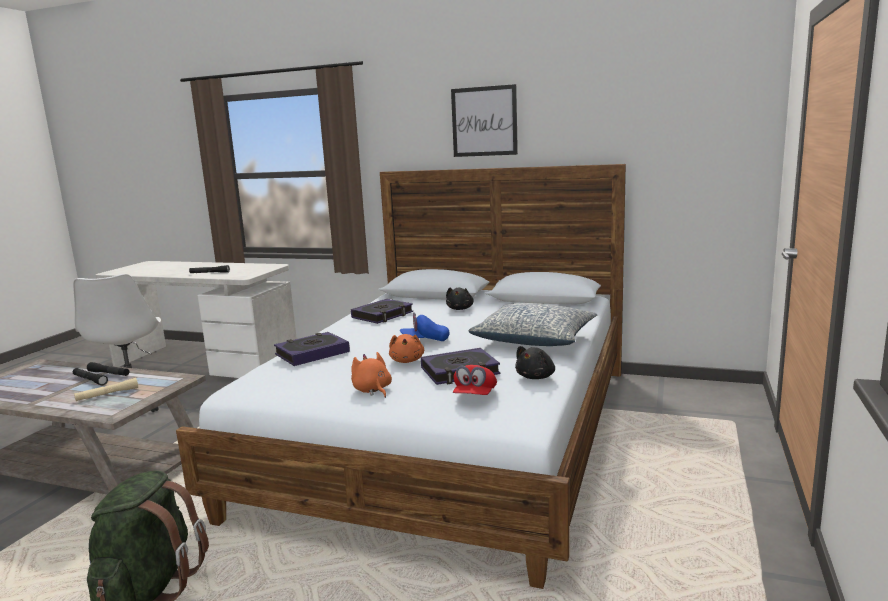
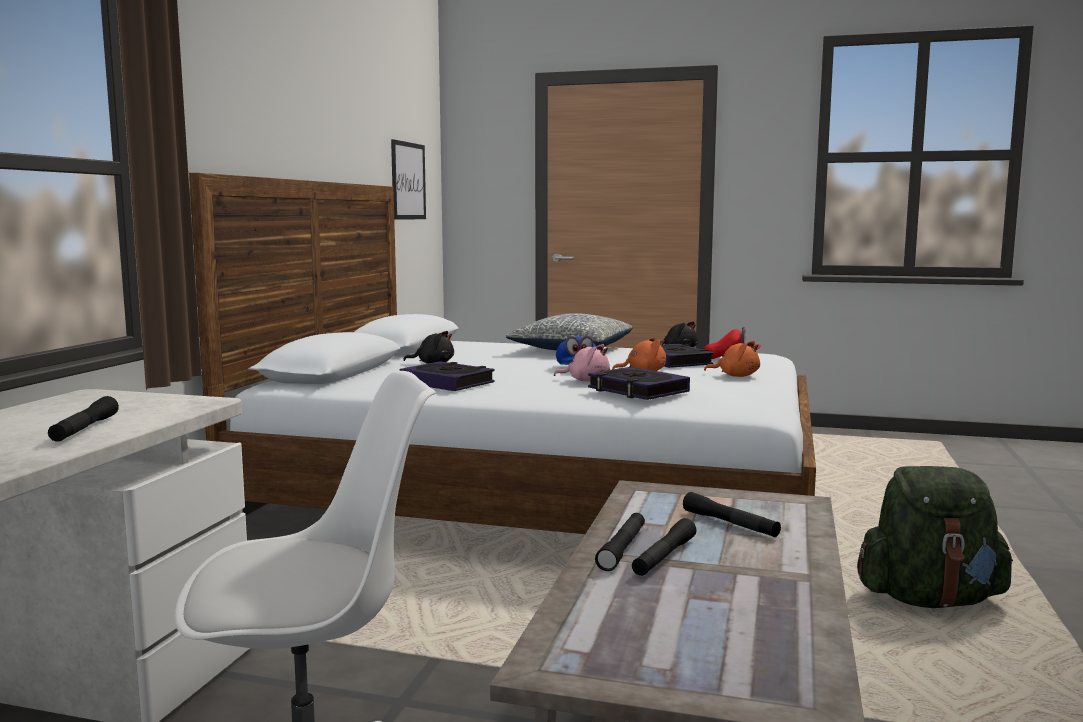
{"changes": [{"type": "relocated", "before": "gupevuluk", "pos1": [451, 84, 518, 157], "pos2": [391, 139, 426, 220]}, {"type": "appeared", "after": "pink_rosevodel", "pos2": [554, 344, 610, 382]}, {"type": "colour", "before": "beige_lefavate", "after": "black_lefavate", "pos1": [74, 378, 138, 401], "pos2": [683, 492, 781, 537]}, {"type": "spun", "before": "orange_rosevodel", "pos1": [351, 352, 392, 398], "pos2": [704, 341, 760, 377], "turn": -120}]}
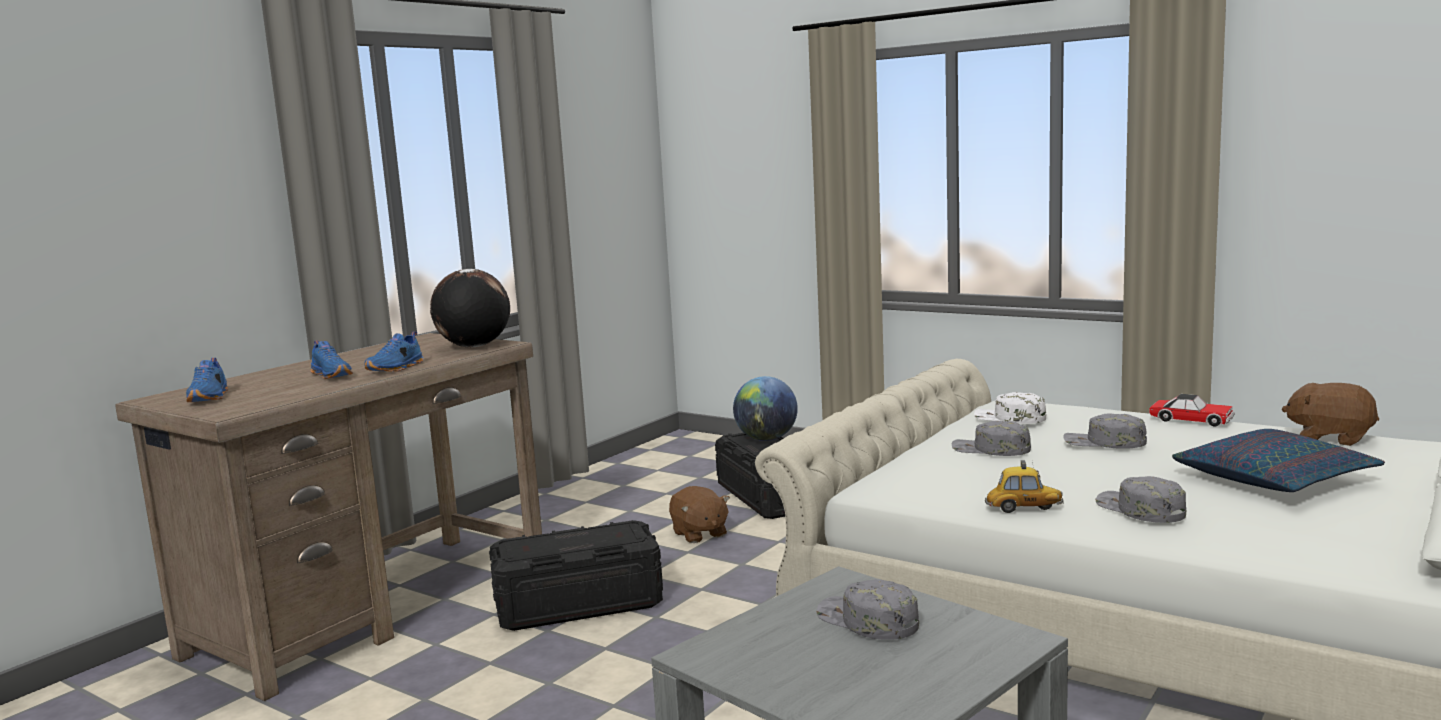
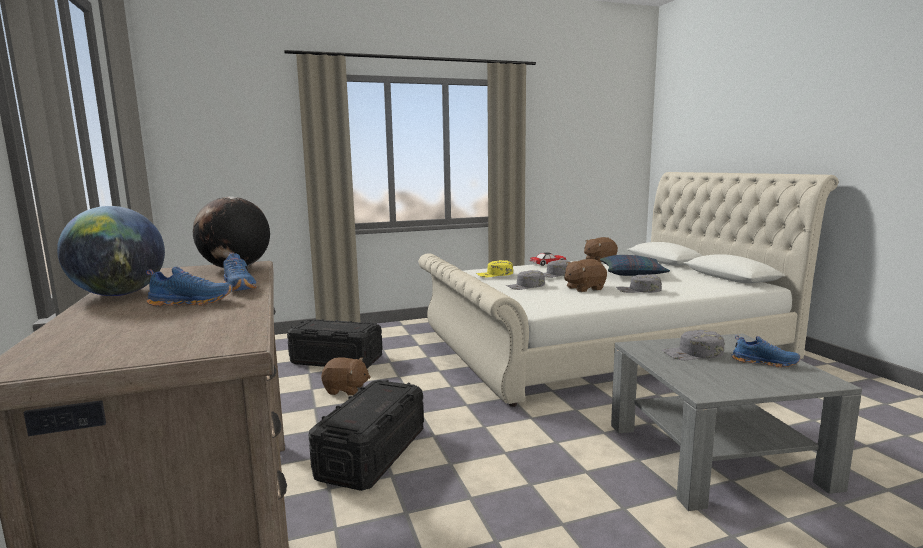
{"changes": [{"type": "relocated", "before": "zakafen", "pos1": [733, 376, 798, 441], "pos2": [57, 206, 165, 296]}, {"type": "colour", "before": "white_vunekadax", "after": "yellow_vunekadax", "pos1": [974, 392, 1046, 424], "pos2": [476, 260, 513, 277]}, {"type": "appeared", "after": "brown_rosevodel", "pos2": [564, 259, 607, 292]}, {"type": "relocated", "before": "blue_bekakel", "pos1": [186, 358, 228, 402], "pos2": [731, 335, 801, 367]}, {"type": "missing", "before": "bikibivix", "pos1": [985, 460, 1063, 513]}]}
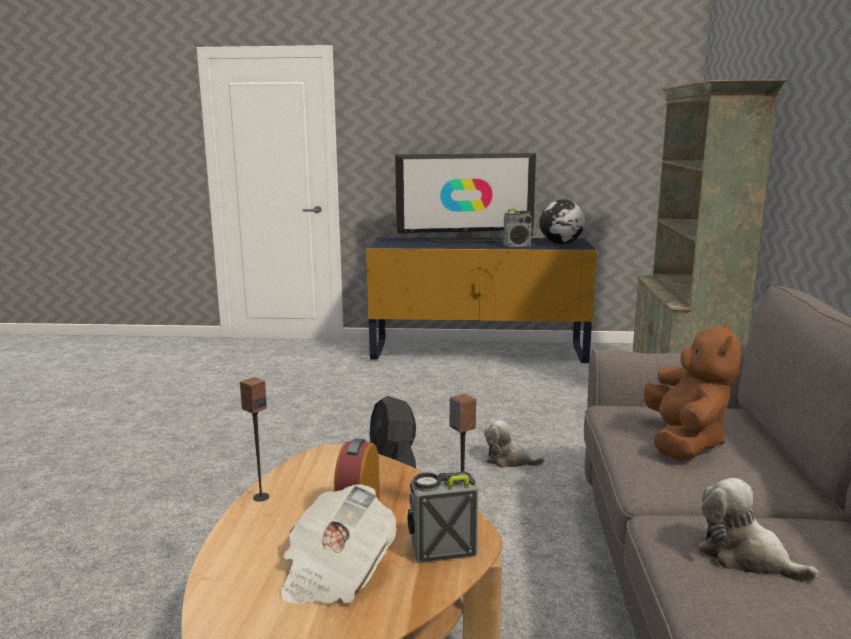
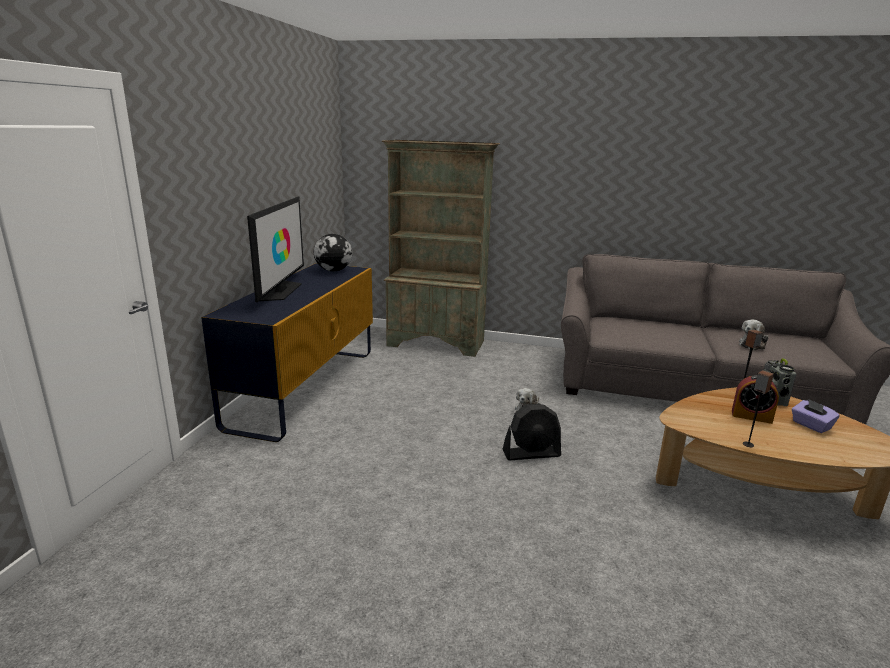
{"changes": [{"type": "exchanged", "before": "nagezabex", "after": "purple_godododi", "pos1": [280, 484, 397, 604], "pos2": [792, 399, 840, 433]}, {"type": "missing", "before": "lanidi", "pos1": [503, 208, 533, 247]}, {"type": "missing", "before": "brown_rosevodel", "pos1": [644, 322, 741, 461]}]}
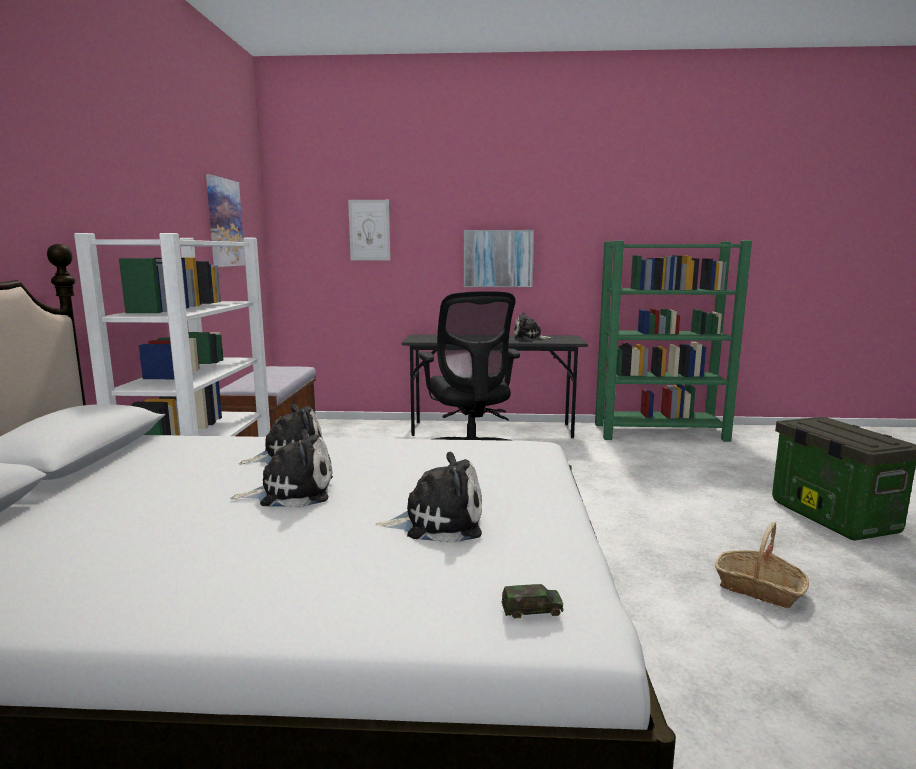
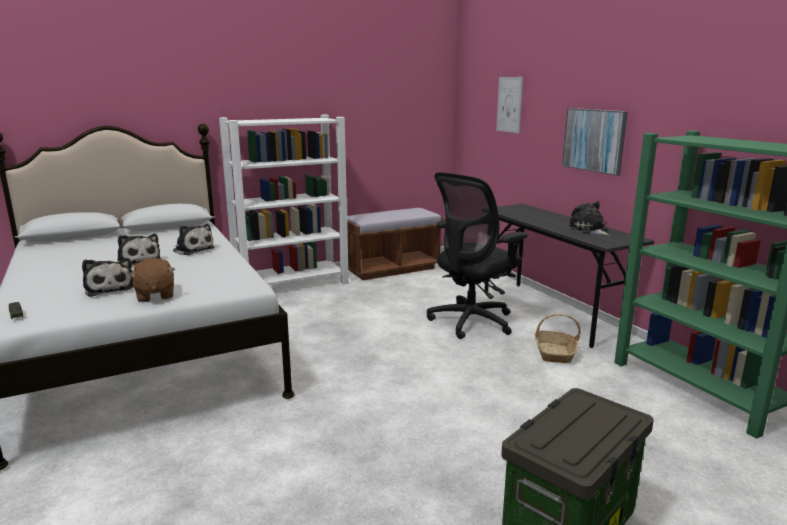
{"changes": [{"type": "appeared", "after": "brown_rosevodel", "pos2": [129, 258, 175, 302]}, {"type": "relocated", "before": "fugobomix", "pos1": [715, 522, 809, 608], "pos2": [535, 314, 581, 363]}, {"type": "missing", "before": "gupevuluk", "pos1": [206, 175, 245, 267]}]}
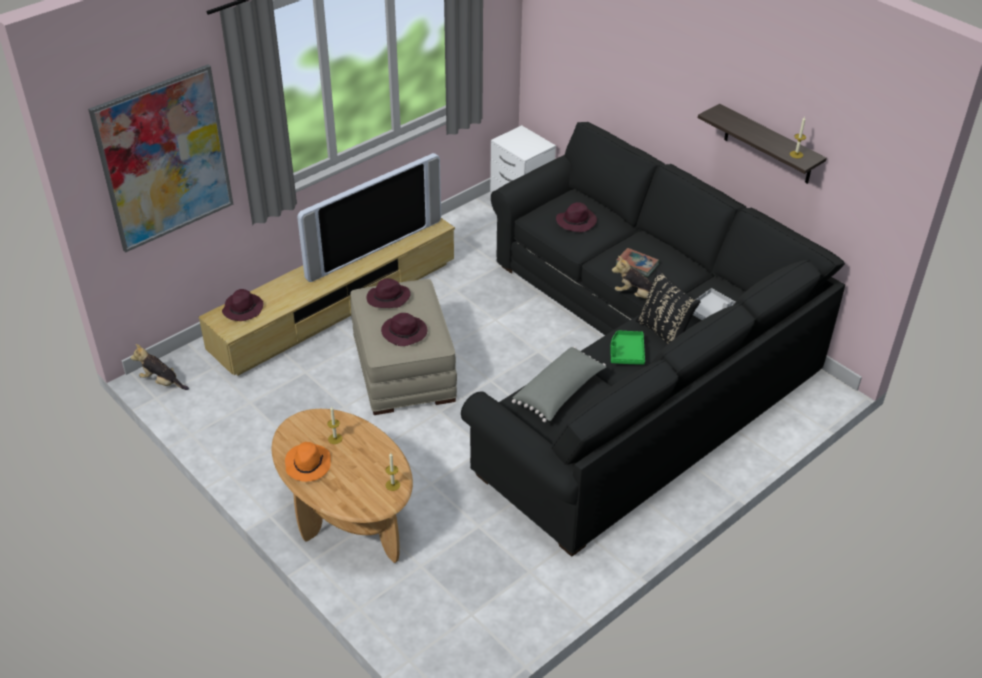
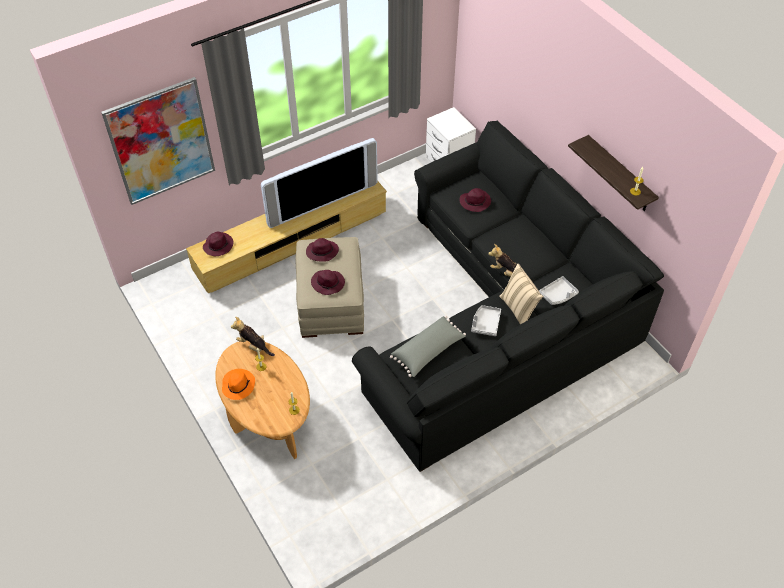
{"changes": [{"type": "relocated", "before": "rosevodel", "pos1": [131, 344, 189, 390], "pos2": [231, 317, 275, 356]}, {"type": "colour", "before": "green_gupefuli", "after": "grey_gupefuli", "pos1": [610, 330, 645, 365], "pos2": [471, 305, 501, 336]}, {"type": "colour", "before": "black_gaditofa", "after": "beige_gaditofa", "pos1": [636, 269, 701, 345], "pos2": [499, 264, 543, 324]}, {"type": "missing", "before": "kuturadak", "pos1": [616, 248, 660, 277]}]}
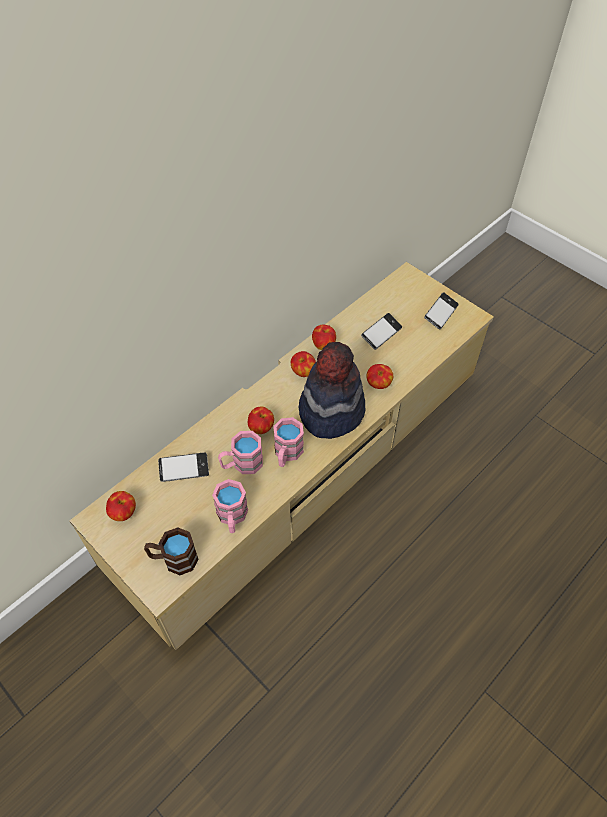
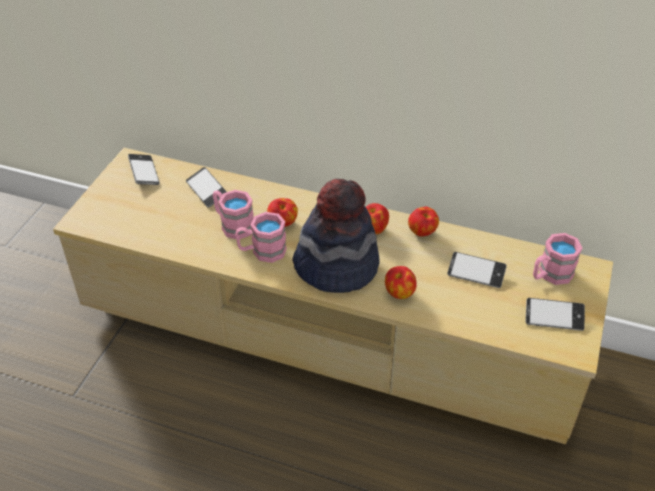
{"changes": [{"type": "exchanged", "before": "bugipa", "after": "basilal", "pos1": [106, 491, 136, 521], "pos2": [128, 154, 160, 185]}, {"type": "relocated", "before": "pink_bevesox", "pos1": [212, 479, 248, 533], "pos2": [533, 233, 582, 285]}, {"type": "missing", "before": "brown_bevesox", "pos1": [144, 527, 199, 575]}]}
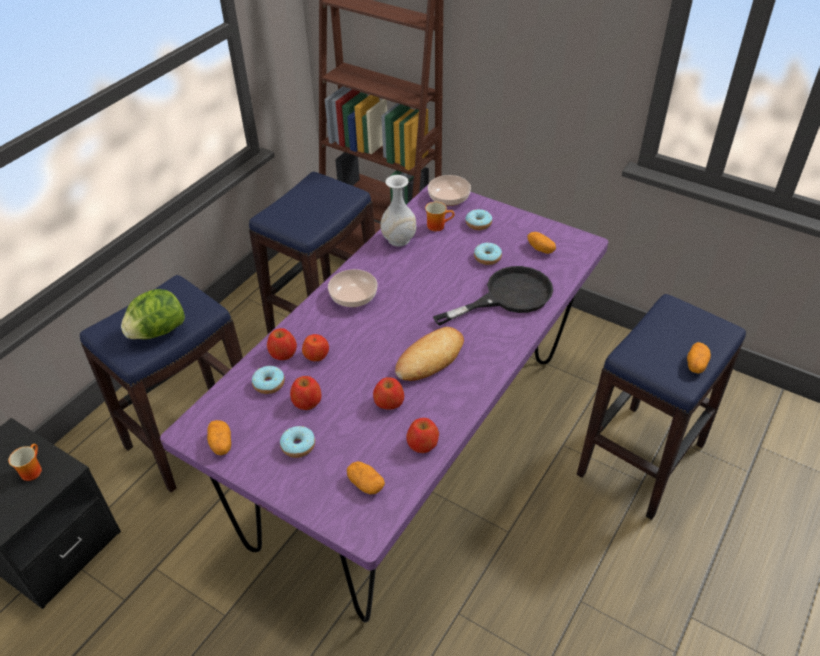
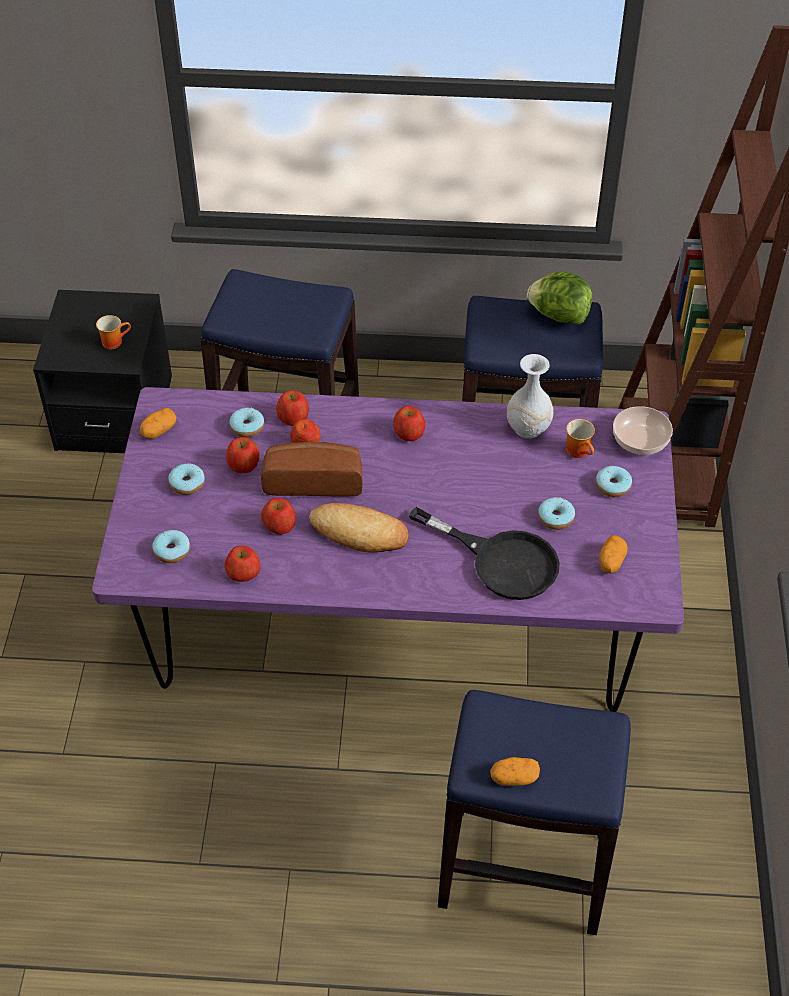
{"changes": [{"type": "exchanged", "before": "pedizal", "after": "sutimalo", "pos1": [347, 461, 385, 494], "pos2": [152, 530, 190, 563]}, {"type": "appeared", "after": "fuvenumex", "pos2": [261, 442, 363, 497]}, {"type": "exchanged", "before": "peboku", "after": "bugipa", "pos1": [328, 269, 377, 307], "pos2": [393, 406, 425, 441]}, {"type": "relocated", "before": "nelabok", "pos1": [121, 289, 185, 339], "pos2": [527, 272, 592, 325]}]}
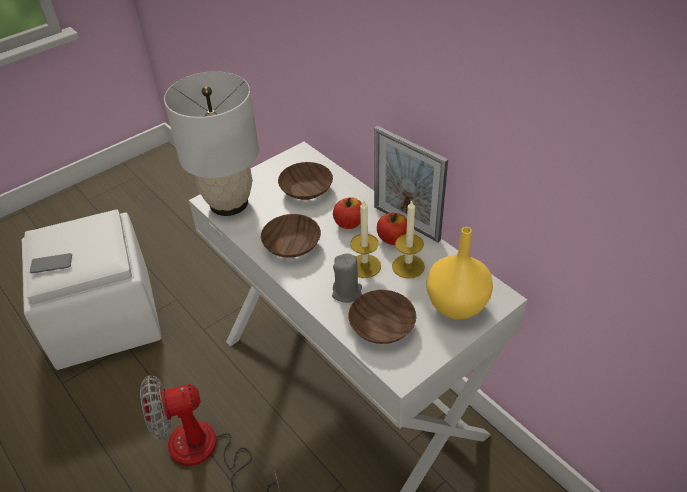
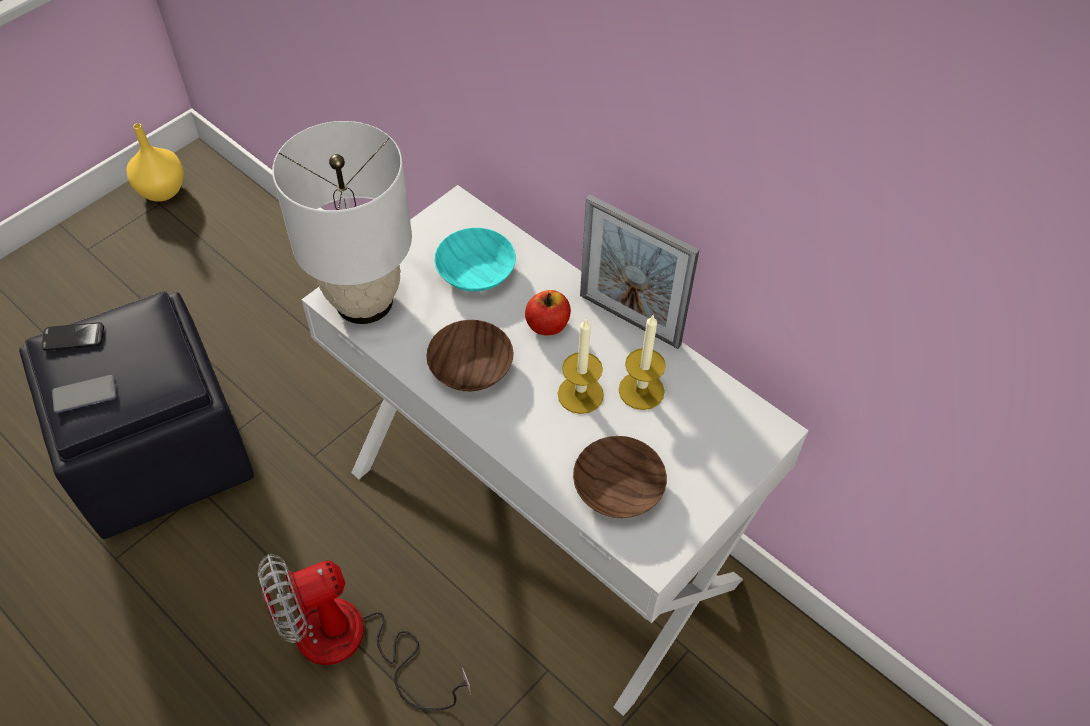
{"changes": [{"type": "colour", "before": "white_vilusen", "after": "black_vilusen", "pos1": [22, 209, 162, 370], "pos2": [19, 291, 254, 539]}, {"type": "appeared", "after": "basilal", "pos2": [41, 322, 104, 351]}, {"type": "relocated", "before": "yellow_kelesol", "pos1": [426, 227, 493, 320], "pos2": [126, 123, 184, 201]}, {"type": "colour", "before": "brown_peboku", "after": "turquoise_peboku", "pos1": [278, 162, 333, 200], "pos2": [434, 228, 516, 291]}, {"type": "missing", "before": "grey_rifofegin", "pos1": [332, 253, 362, 303]}, {"type": "missing", "before": "bugipa", "pos1": [377, 213, 407, 245]}]}
